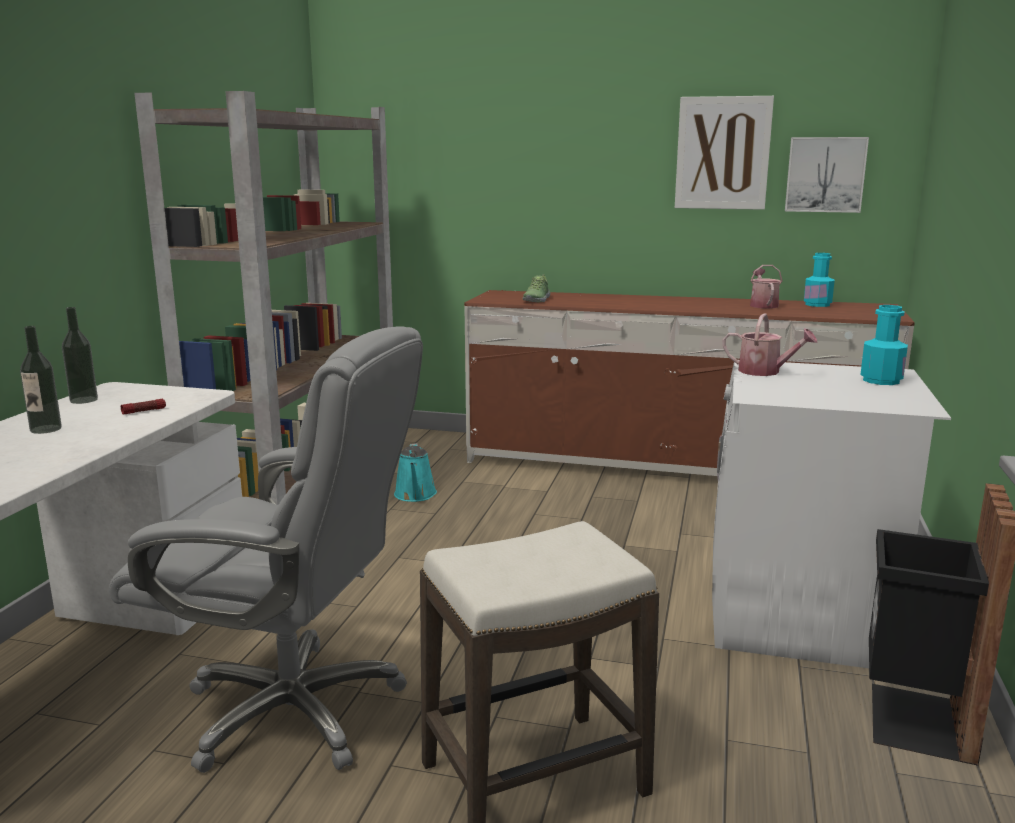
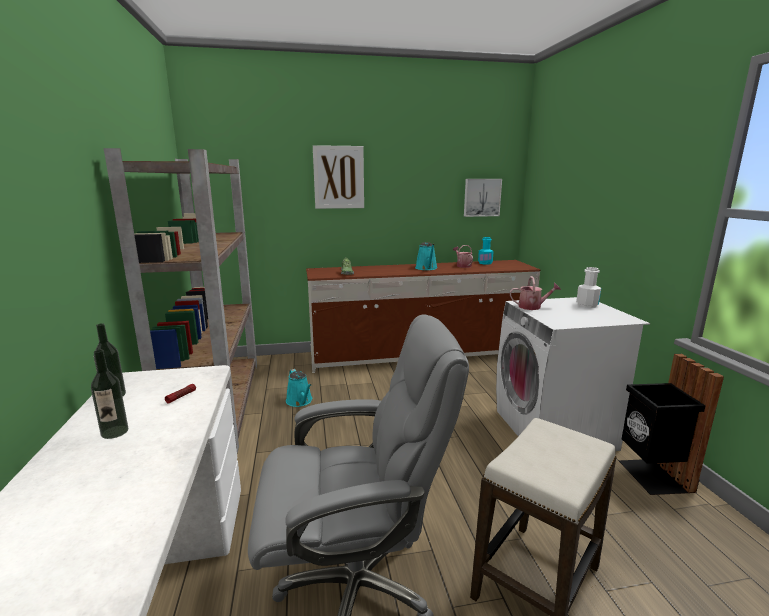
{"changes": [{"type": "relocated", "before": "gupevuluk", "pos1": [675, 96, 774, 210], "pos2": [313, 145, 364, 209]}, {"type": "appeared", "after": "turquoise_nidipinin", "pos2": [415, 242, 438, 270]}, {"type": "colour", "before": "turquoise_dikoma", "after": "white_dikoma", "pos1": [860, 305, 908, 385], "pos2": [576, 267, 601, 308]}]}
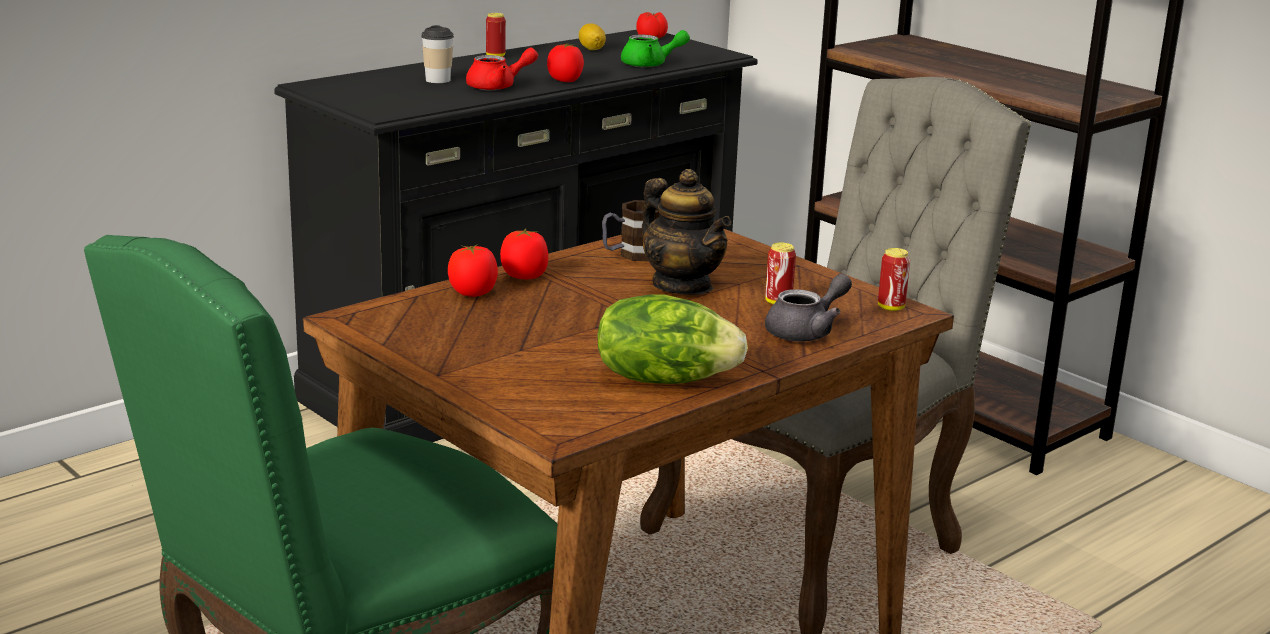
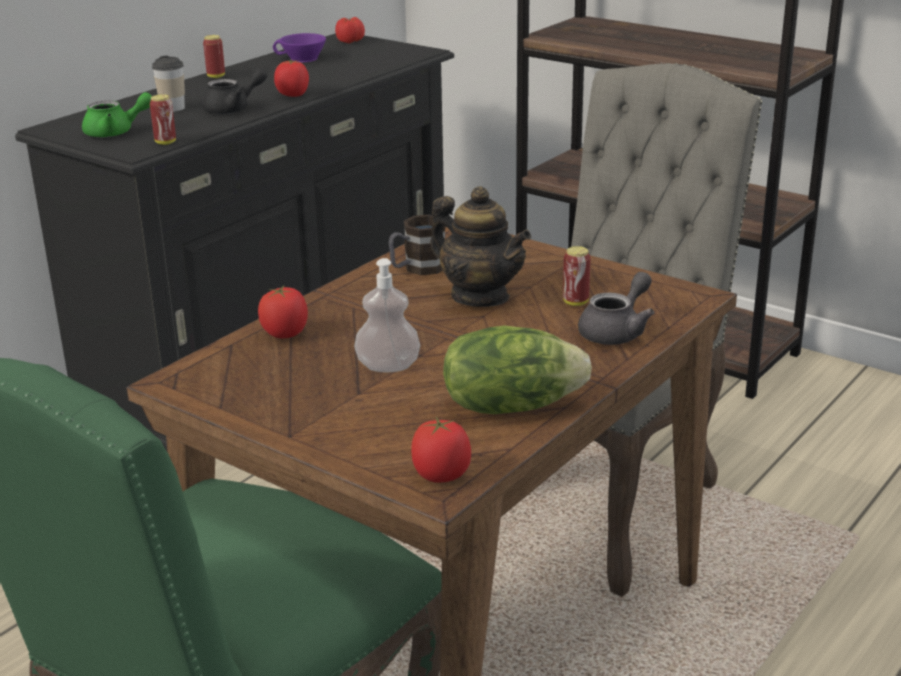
{"changes": [{"type": "relocated", "before": "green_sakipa", "pos1": [621, 30, 690, 67], "pos2": [82, 92, 152, 138]}, {"type": "relocated", "before": "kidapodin", "pos1": [878, 248, 910, 311], "pos2": [150, 94, 176, 145]}, {"type": "colour", "before": "red_sakipa", "after": "black_sakipa", "pos1": [466, 48, 538, 90], "pos2": [202, 68, 267, 114]}, {"type": "exchanged", "before": "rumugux", "after": "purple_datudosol", "pos1": [579, 23, 606, 50], "pos2": [273, 33, 326, 62]}, {"type": "appeared", "after": "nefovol", "pos2": [354, 258, 420, 372]}, {"type": "relocated", "before": "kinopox", "pos1": [500, 228, 548, 279], "pos2": [411, 417, 471, 483]}]}
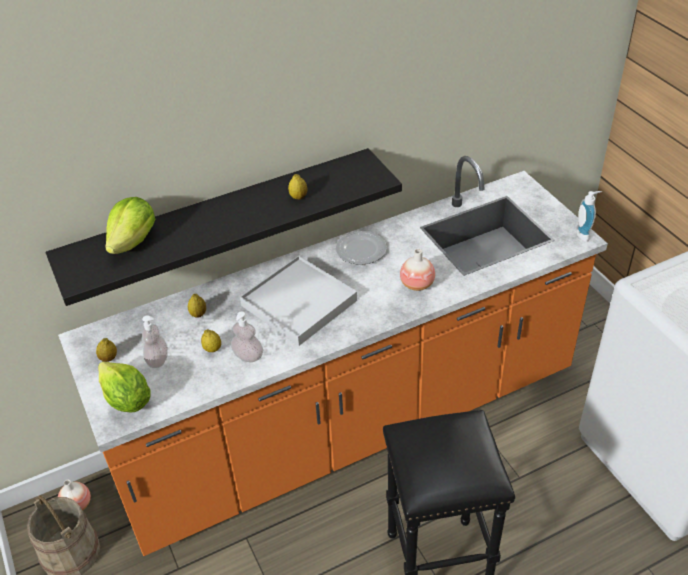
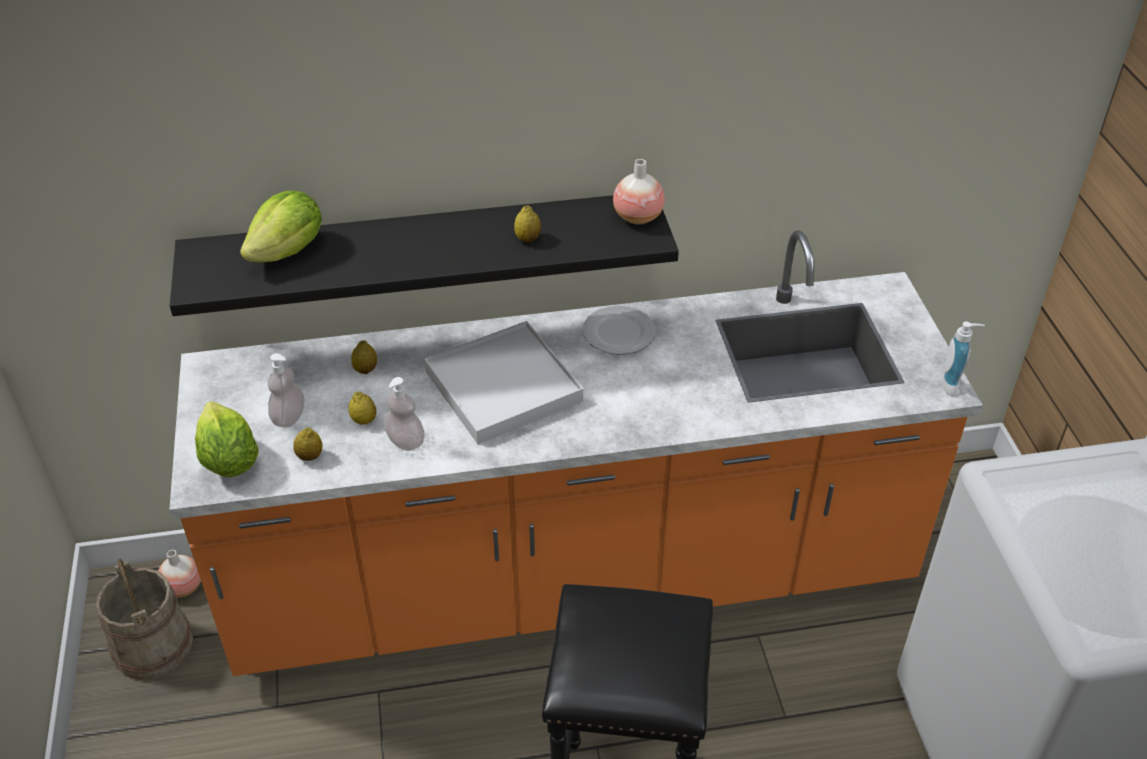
{"changes": [{"type": "relocated", "before": "rumugux", "pos1": [96, 338, 117, 362], "pos2": [293, 427, 322, 461]}, {"type": "relocated", "before": "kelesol", "pos1": [400, 249, 435, 291], "pos2": [613, 159, 665, 224]}]}
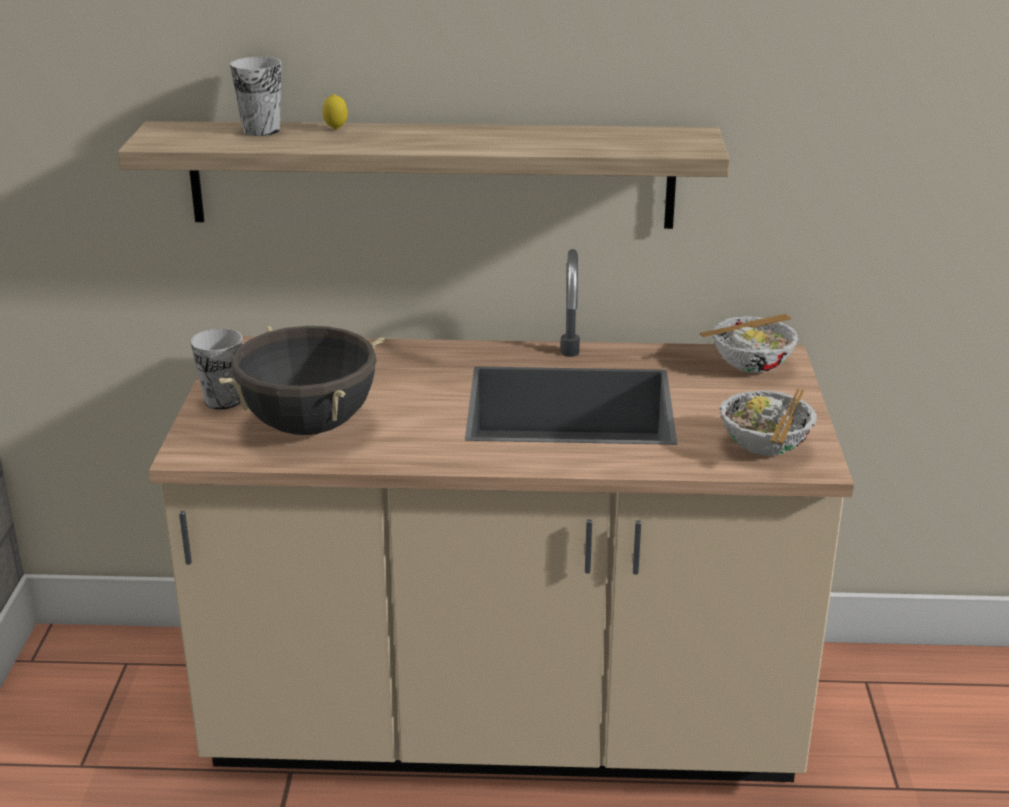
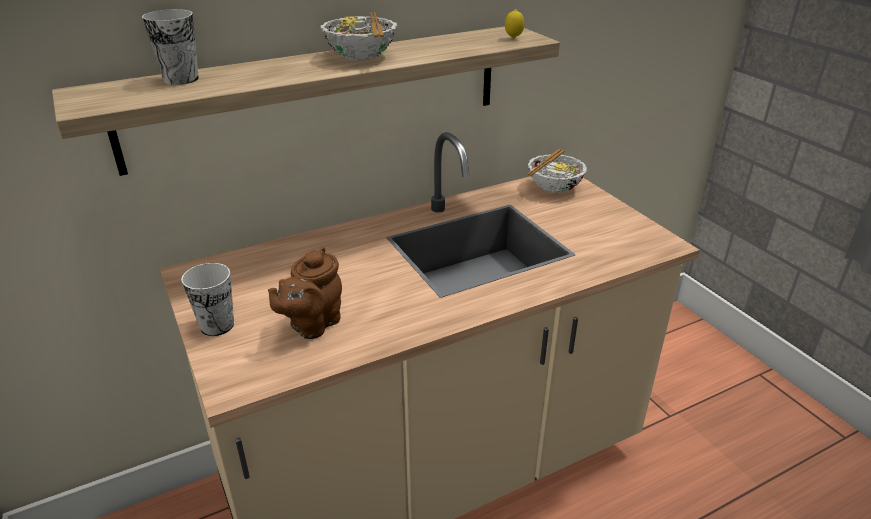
{"changes": [{"type": "exchanged", "before": "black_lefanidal", "after": "brown_sakipa", "pos1": [219, 326, 385, 435], "pos2": [268, 247, 342, 339]}, {"type": "relocated", "before": "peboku", "pos1": [719, 389, 817, 456], "pos2": [321, 12, 397, 61]}, {"type": "relocated", "before": "rumugux", "pos1": [322, 94, 348, 130], "pos2": [505, 10, 524, 39]}]}
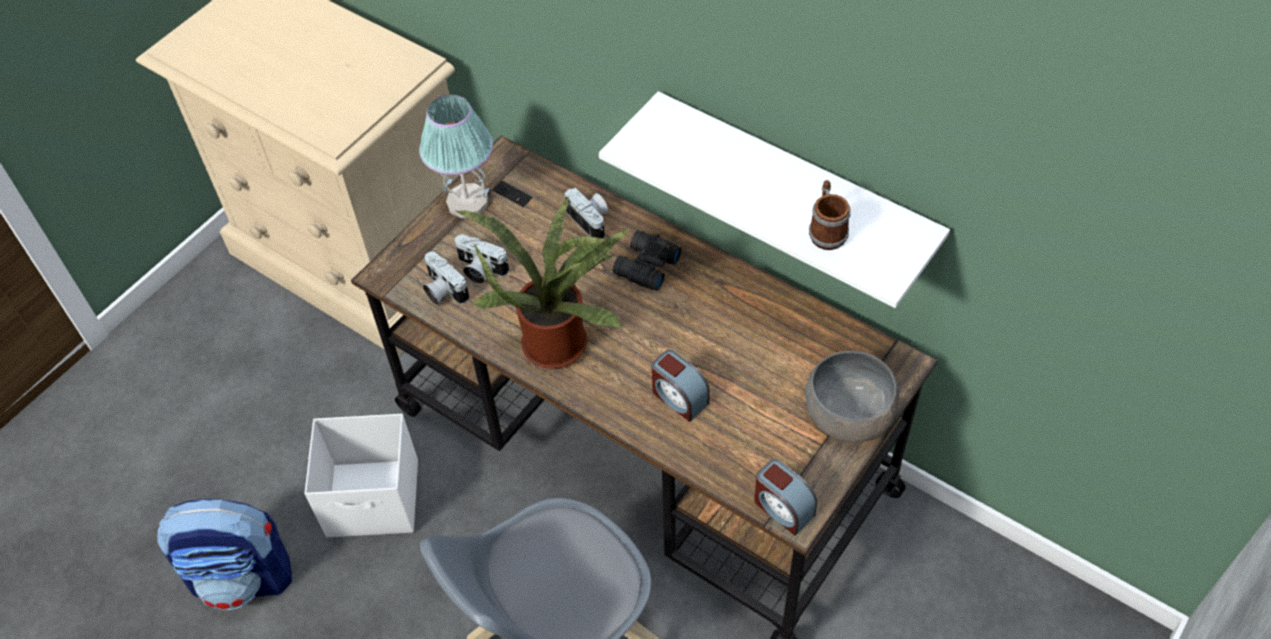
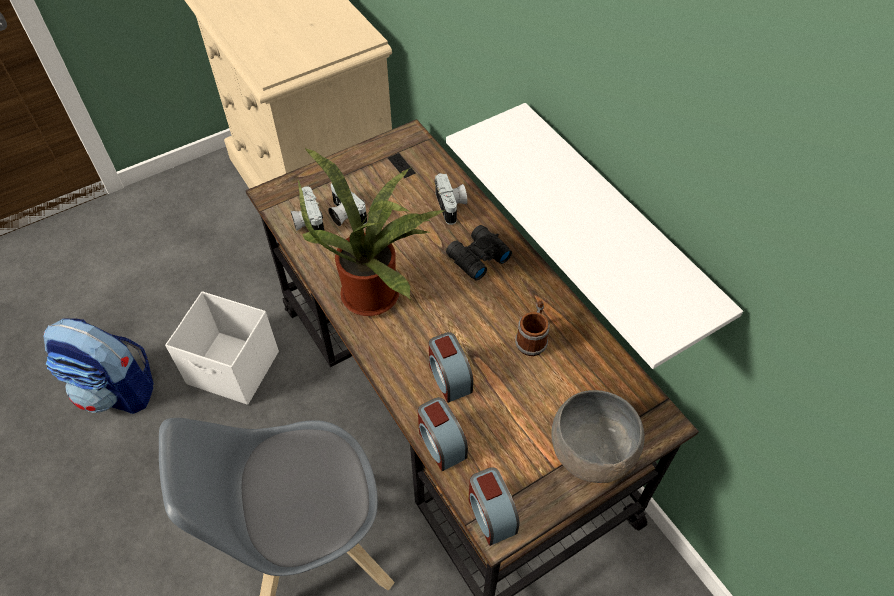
{"changes": [{"type": "appeared", "after": "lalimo", "pos2": [418, 397, 468, 471]}, {"type": "relocated", "before": "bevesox", "pos1": [809, 180, 851, 250], "pos2": [515, 301, 549, 356]}, {"type": "missing", "before": "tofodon", "pos1": [419, 95, 493, 218]}]}
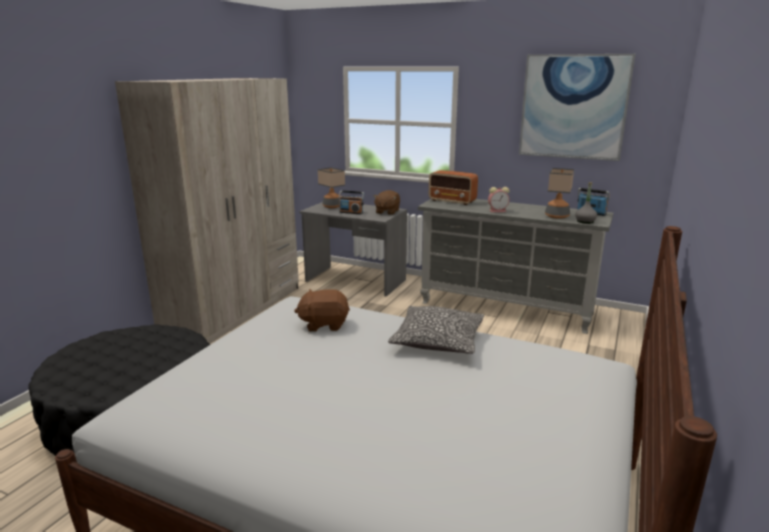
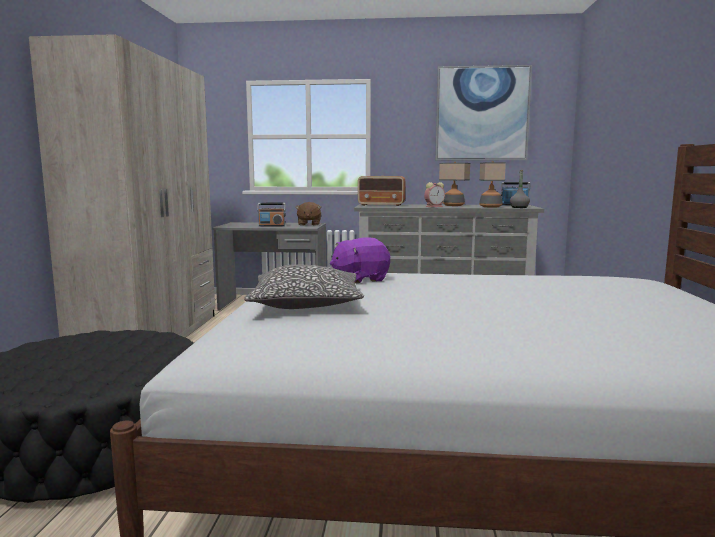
{"changes": [{"type": "relocated", "before": "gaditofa", "pos1": [388, 306, 484, 354], "pos2": [244, 265, 364, 309]}, {"type": "colour", "before": "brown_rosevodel", "after": "purple_rosevodel", "pos1": [294, 289, 350, 332], "pos2": [330, 237, 390, 283]}, {"type": "relocated", "before": "tofodon", "pos1": [318, 167, 345, 208], "pos2": [439, 162, 470, 206]}]}
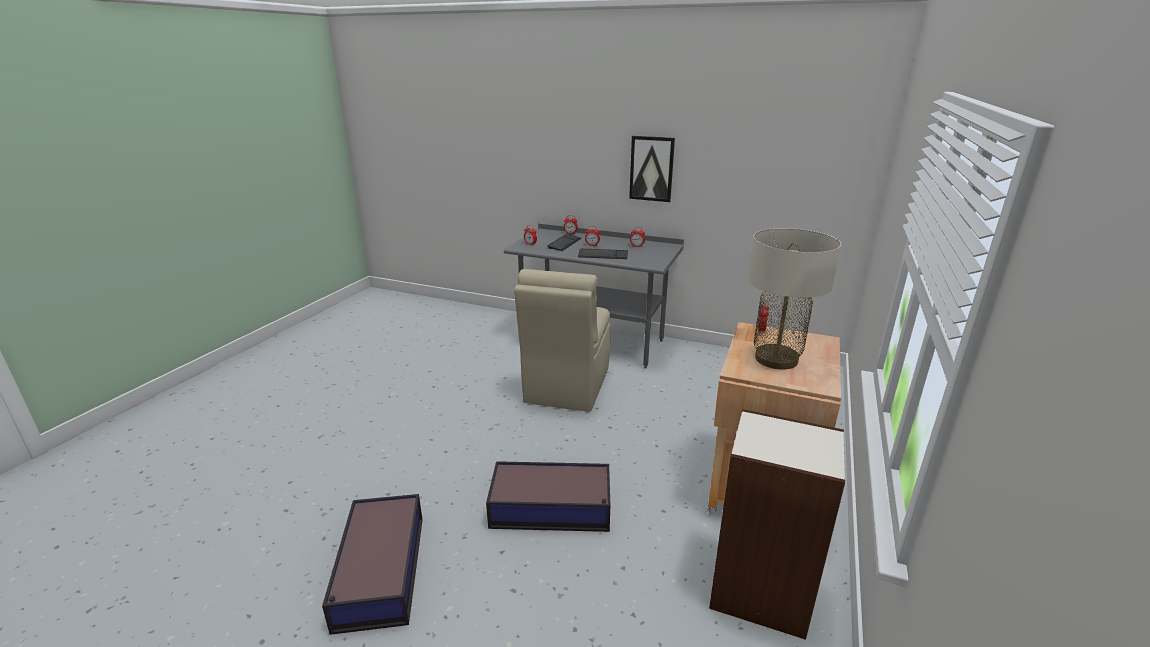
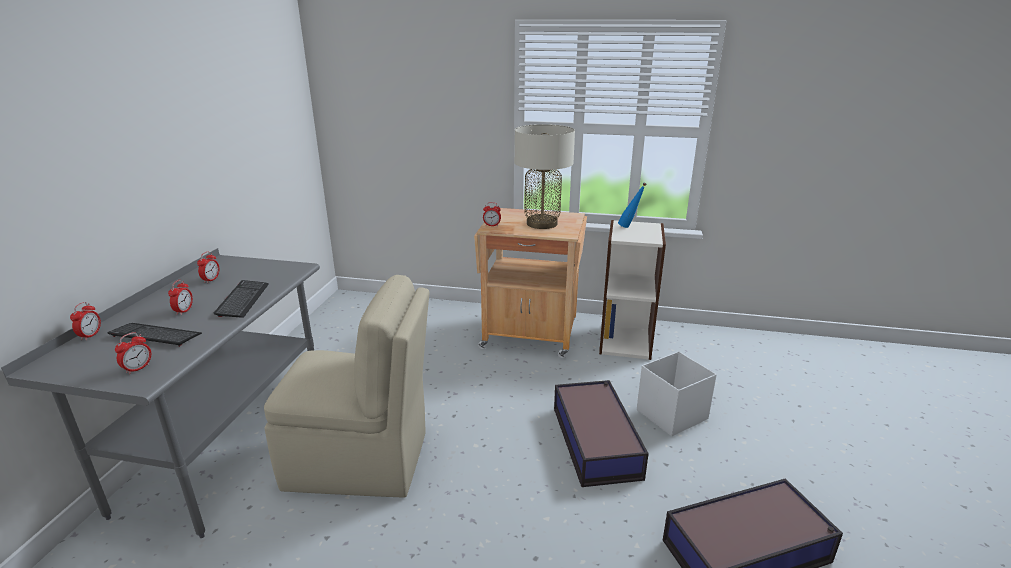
{"changes": [{"type": "appeared", "after": "blue_dikoma", "pos2": [618, 183, 647, 228]}, {"type": "appeared", "after": "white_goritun", "pos2": [637, 351, 717, 436]}, {"type": "missing", "before": "gupevuluk", "pos1": [629, 136, 675, 202]}]}
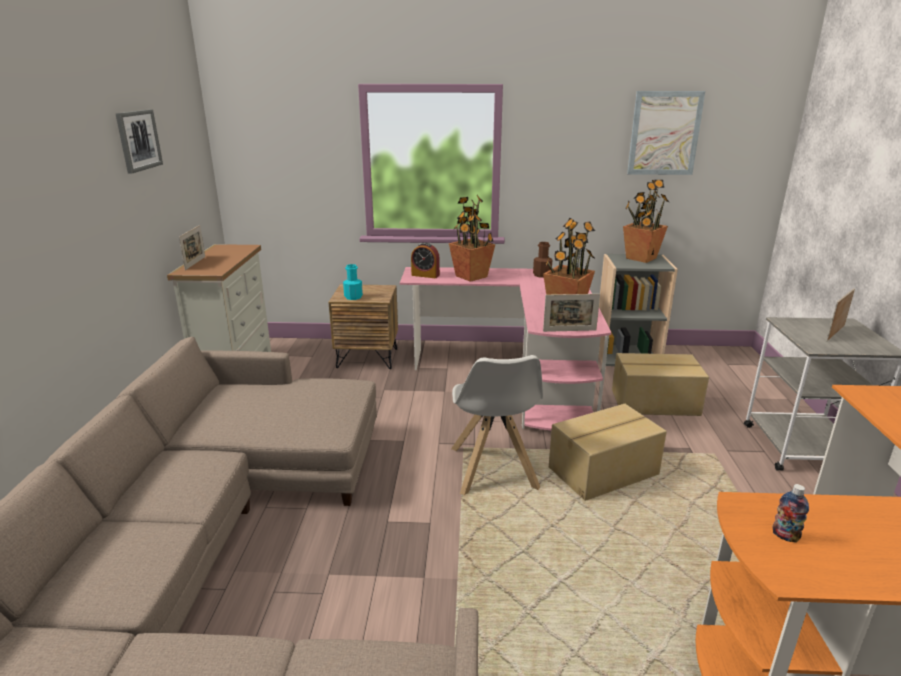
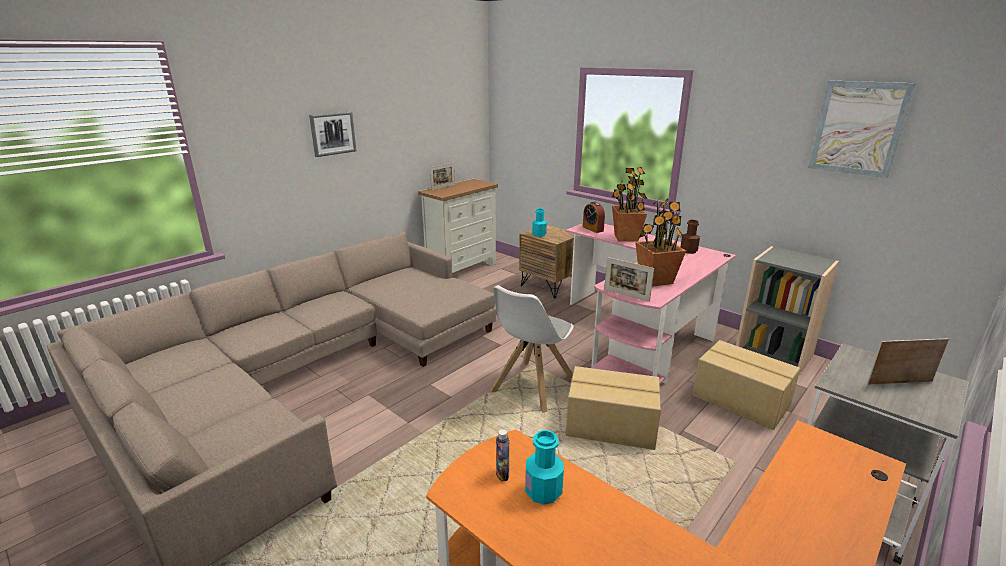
{"changes": [{"type": "relocated", "before": "gupevuluk", "pos1": [115, 109, 163, 174], "pos2": [309, 111, 356, 157]}, {"type": "appeared", "after": "turquoise_dikoma", "pos2": [525, 430, 564, 505]}, {"type": "missing", "before": "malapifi", "pos1": [623, 180, 669, 263]}]}
